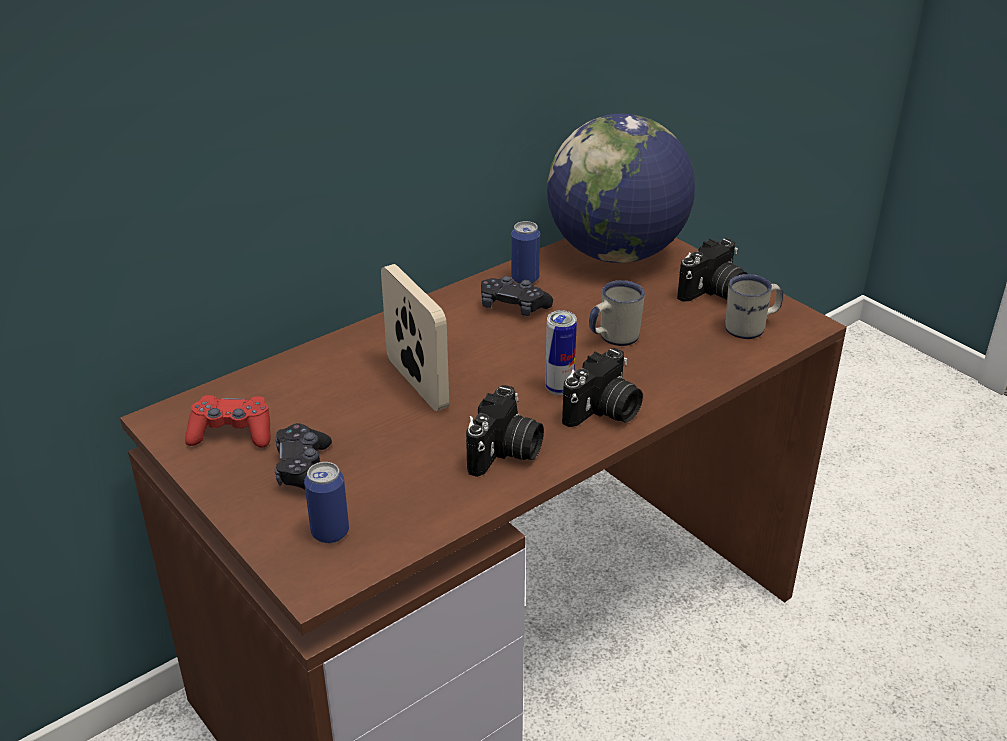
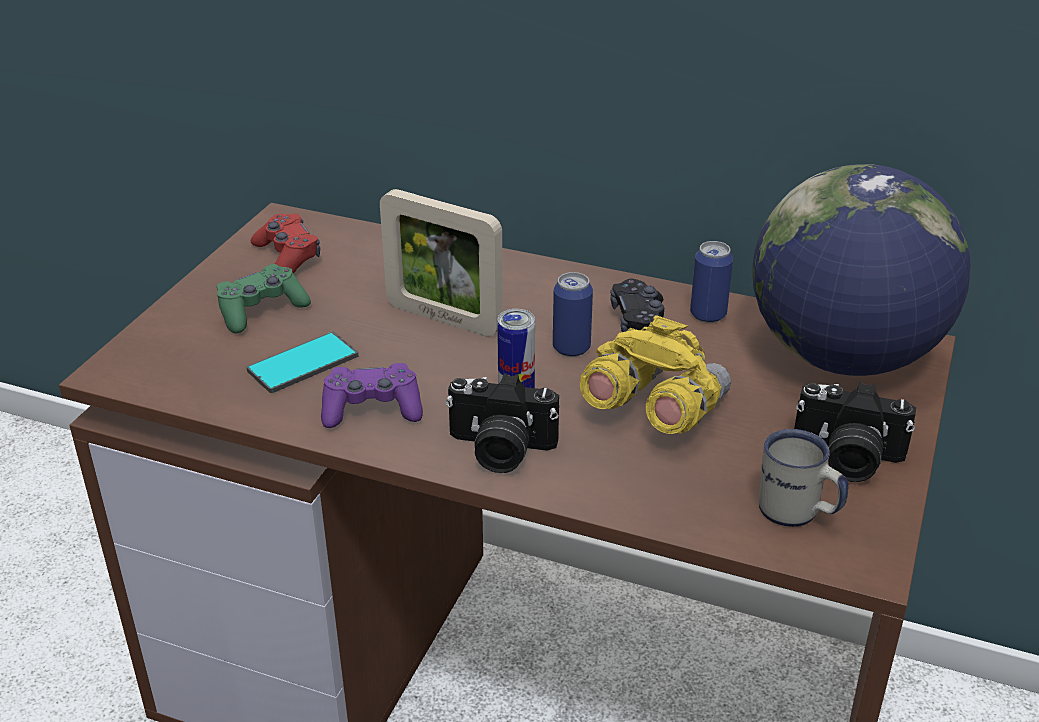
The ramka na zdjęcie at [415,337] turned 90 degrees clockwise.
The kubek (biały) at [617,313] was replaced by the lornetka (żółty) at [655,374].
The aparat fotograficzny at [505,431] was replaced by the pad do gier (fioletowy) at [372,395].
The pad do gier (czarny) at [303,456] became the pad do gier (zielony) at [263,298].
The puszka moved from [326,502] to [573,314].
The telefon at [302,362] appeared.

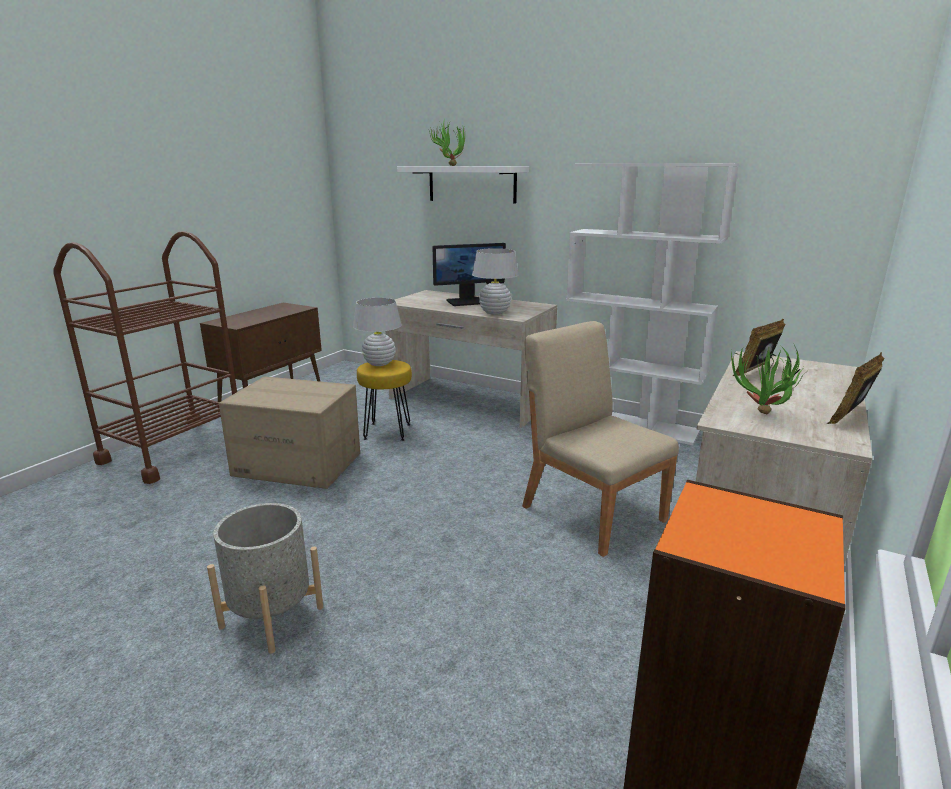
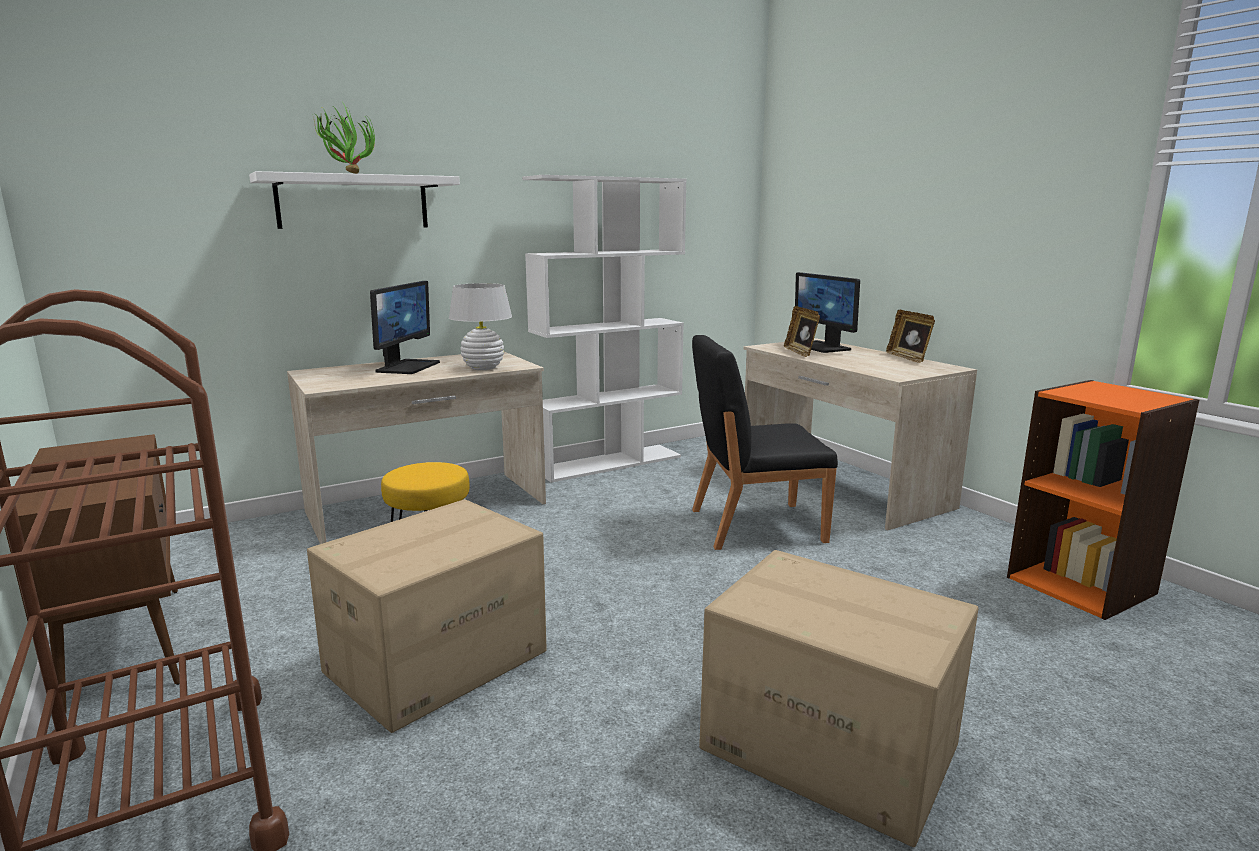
The lampa stołowa (biały) at [377,332] disappeared.
The krzesło (beżowy) at [600,439] became the krzesło (czarny) at [765,442].
The roślina doniczkowa at [768,379] disappeared.
The donica (szary) at [265,578] was replaced by the karton at [839,698].
The monitor at [827,312] appeared.

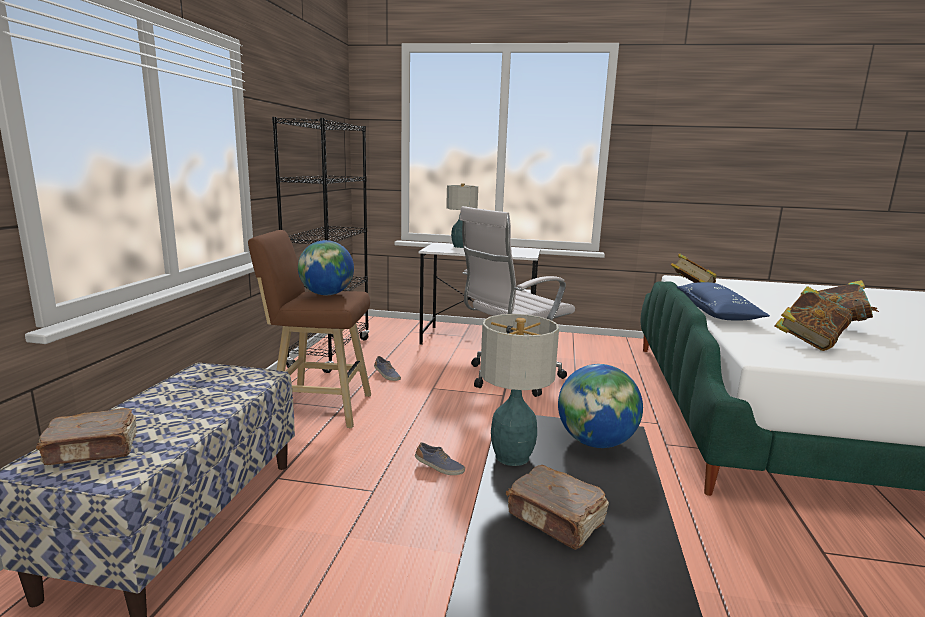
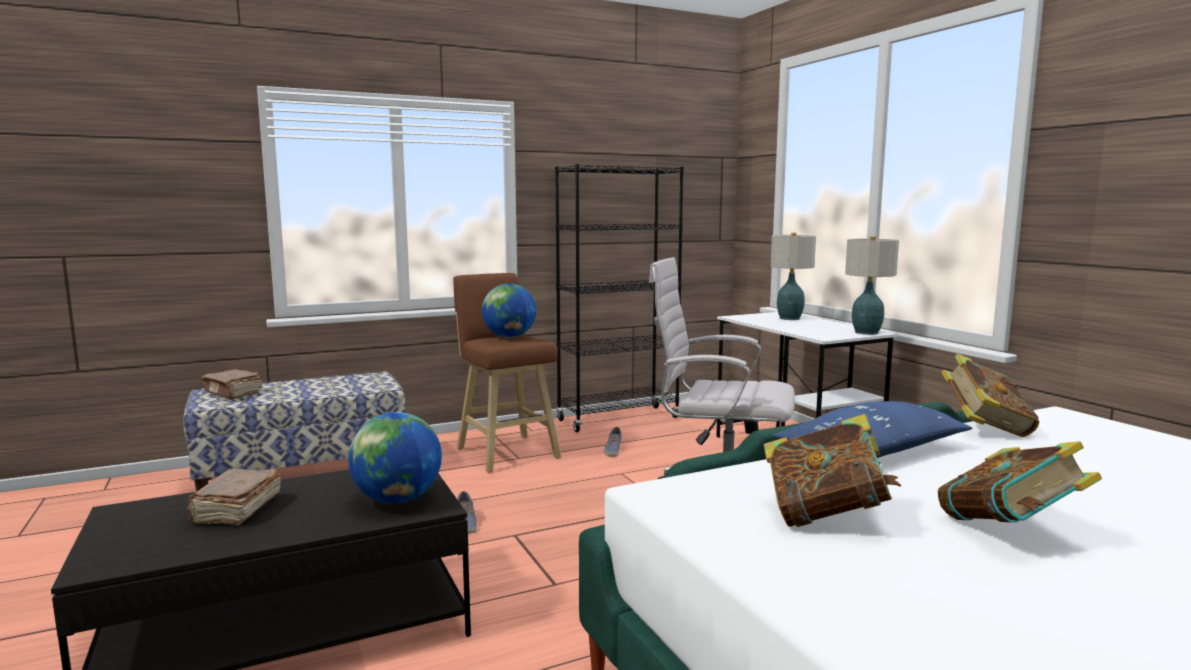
The lampa stołowa moved from [519,390] to [872,285].

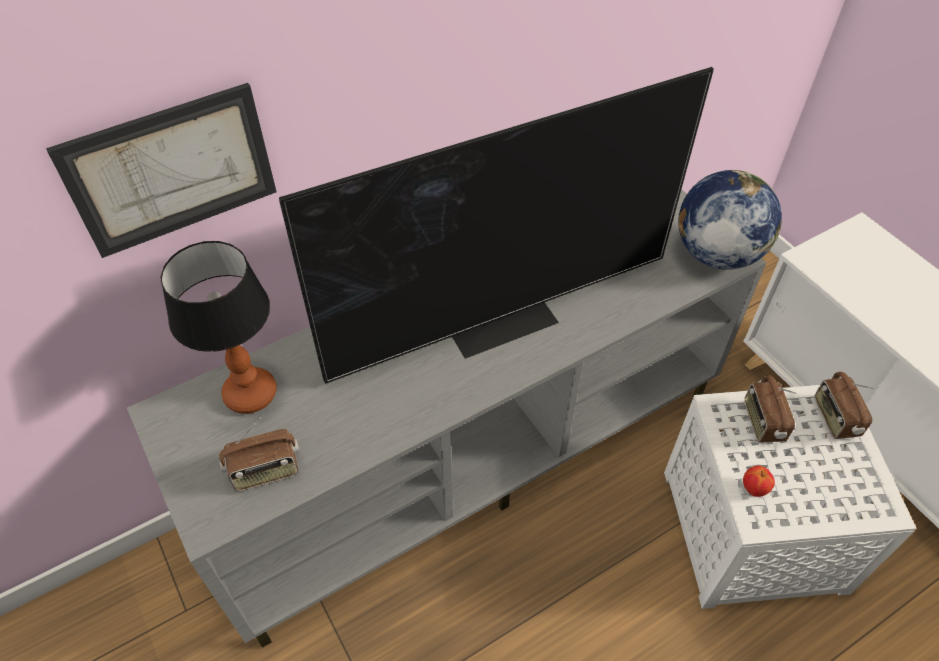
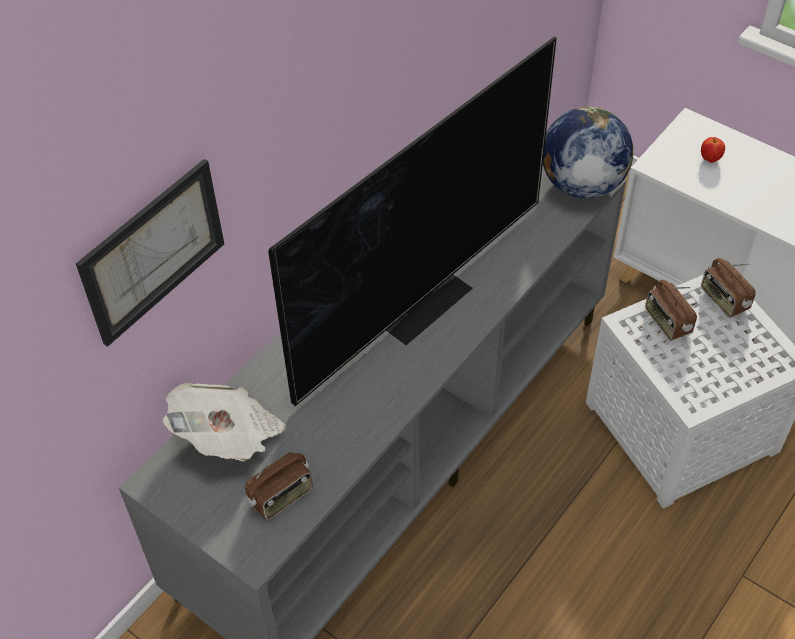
The lampa stołowa at [218,327] was replaced by the gazeta at [224,422].
The jabłko moved from [759,481] to [713,150].

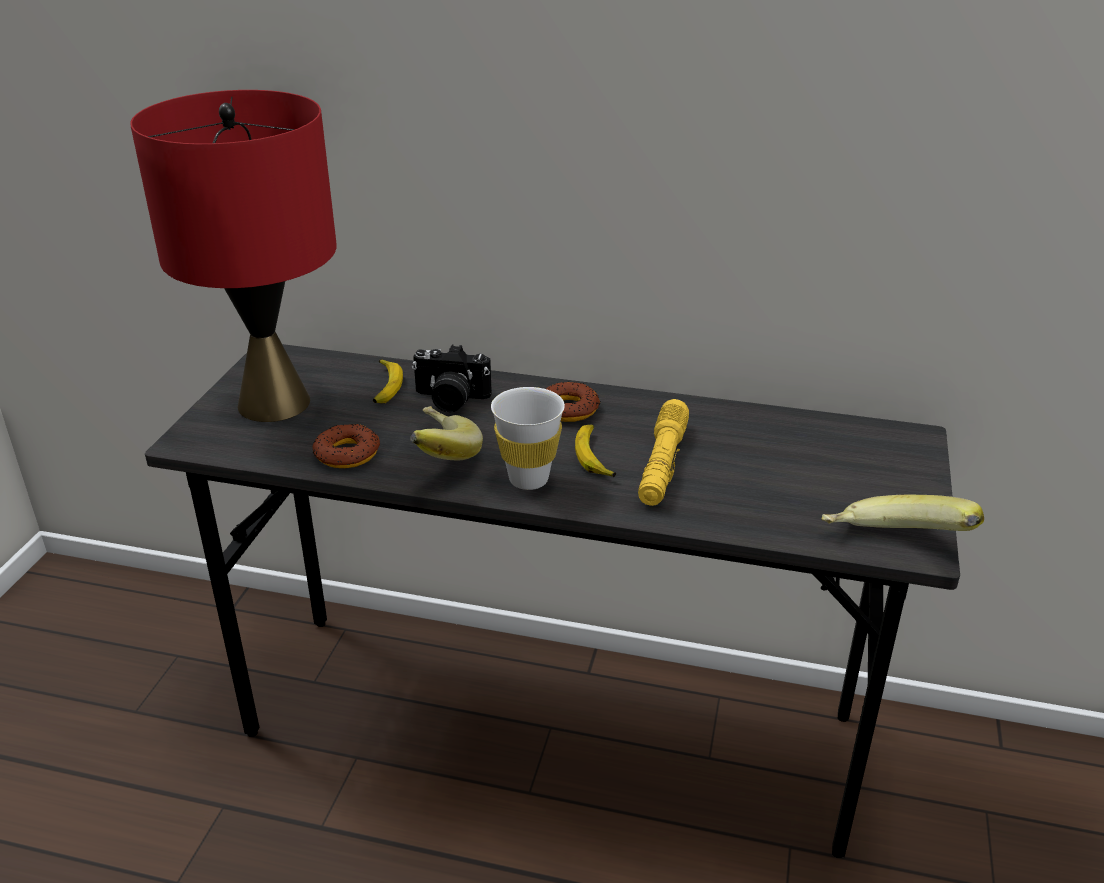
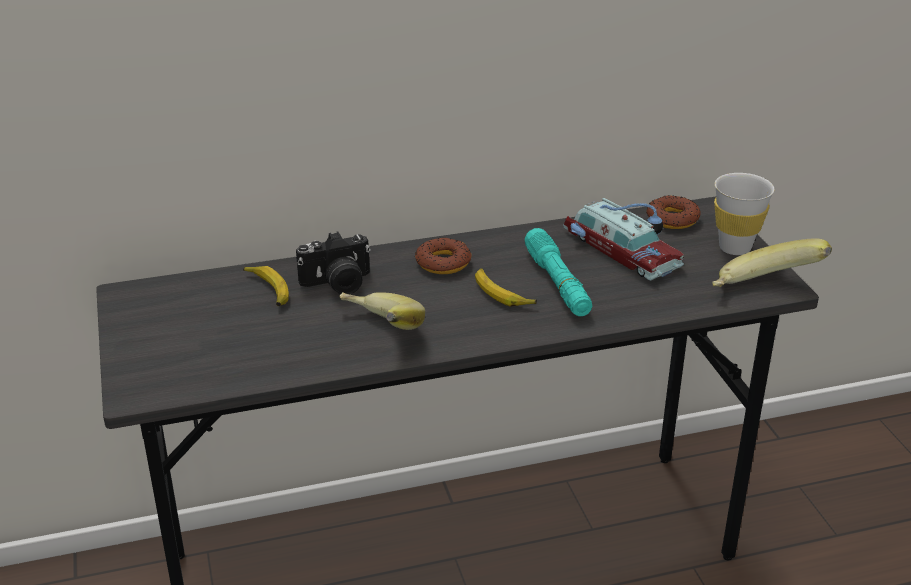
The lampa stołowa (czerwony) at [233,256] disappeared.
The filiżanka (biały) moved from [528,438] to [744,214].
The latarka (żółty) at [663,452] became the latarka (turkusowy) at [558,272].
The donut moved from [346,446] to [673,212].
The samochodzik at [623,239] appeared.

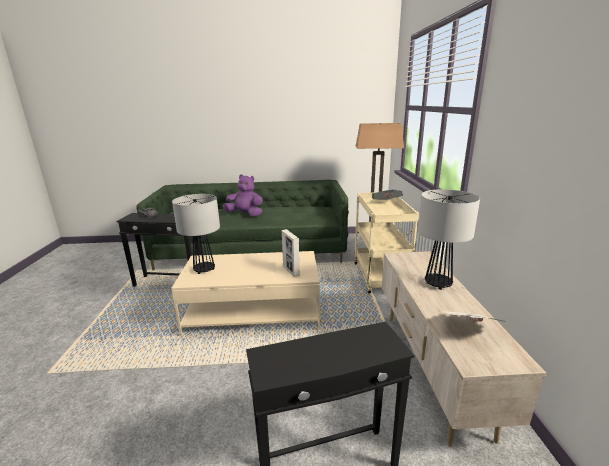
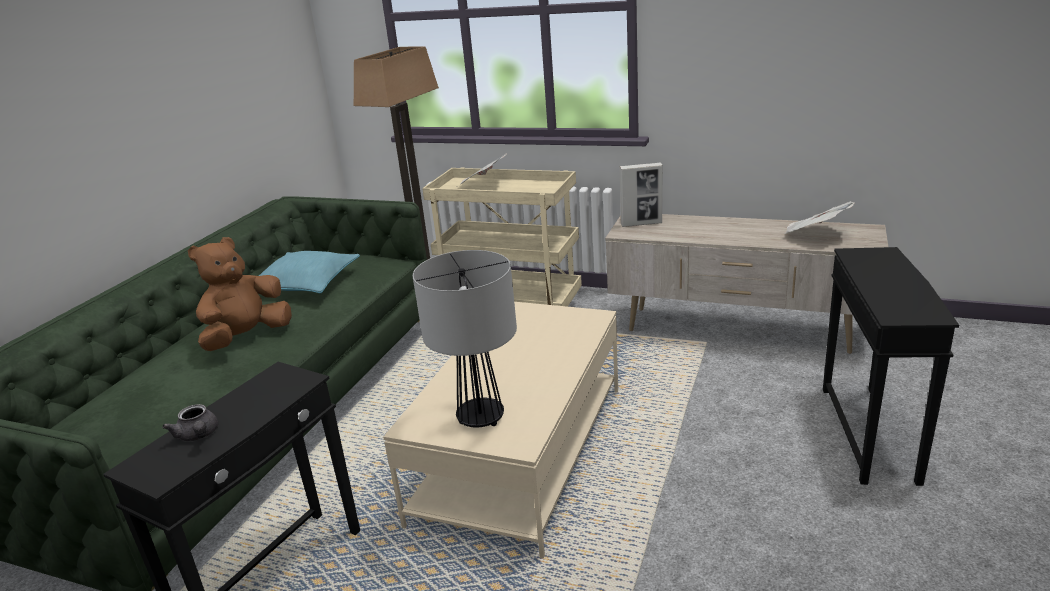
The pluszak (fioletowy) at [243,195] became the pluszak (brązowy) at [240,294].
The lampa stołowa at [449,239] disappeared.
The ramka na zdjęcie moved from [291,253] to [641,195].
The poduszka (turkusowy) at [309,272] appeared.

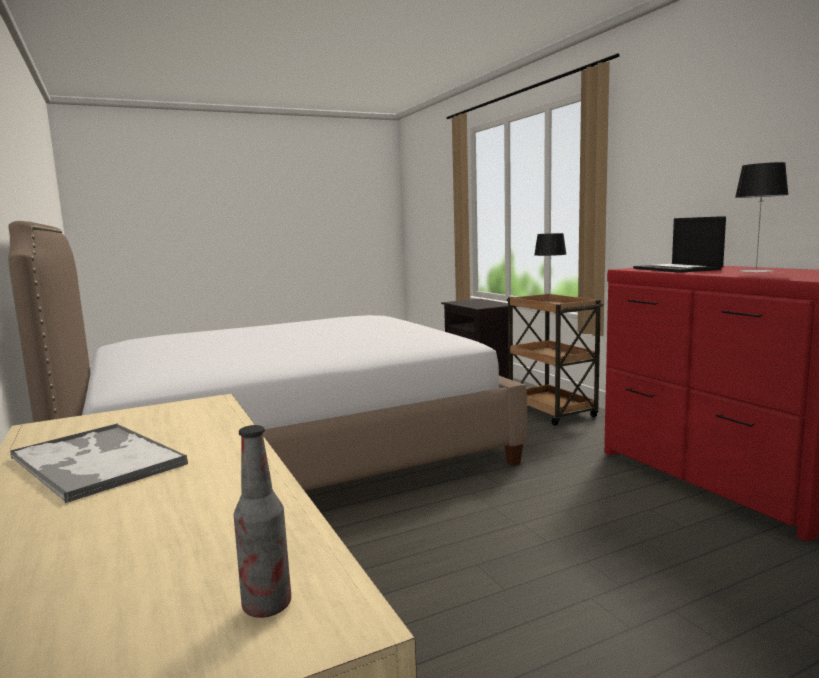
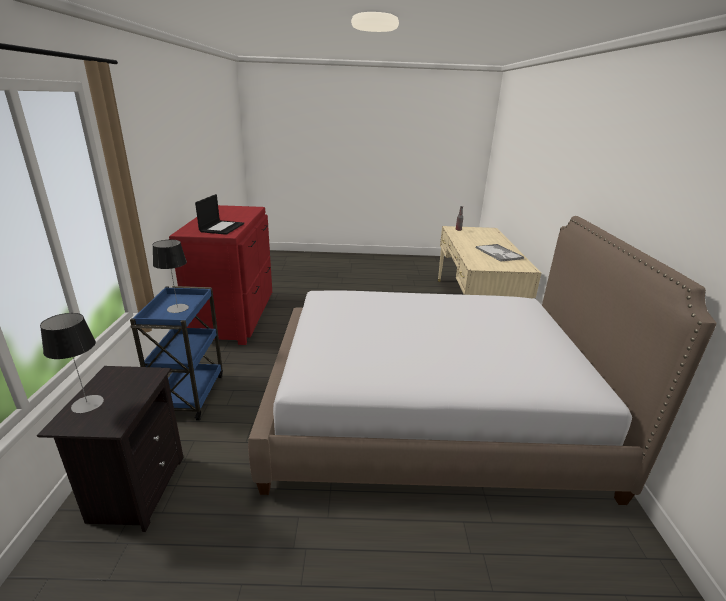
The lampa stołowa moved from [762,217] to [72,363].
The wózek (brązowy) at [555,359] became the wózek (niebieski) at [176,353].

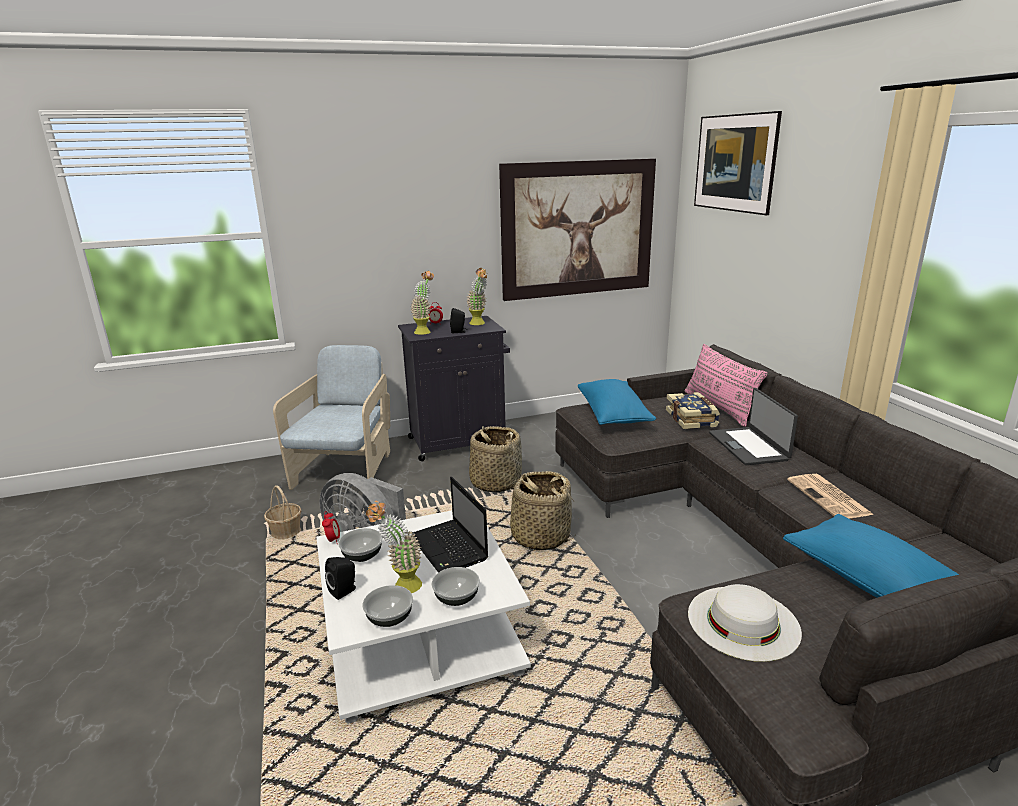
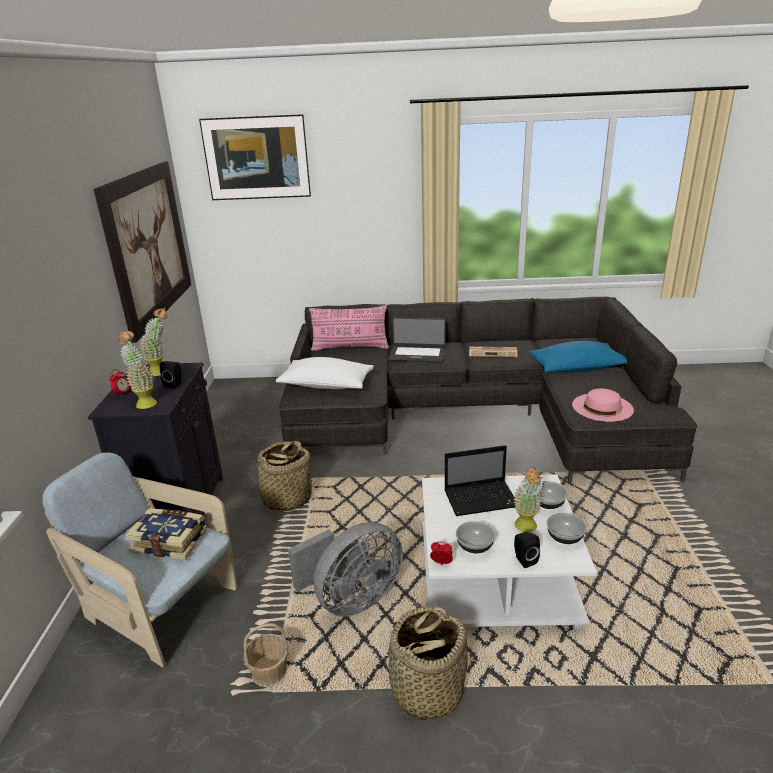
The poduszka (niebieski) at [617,402] became the poduszka (biały) at [325,373].
The książka moved from [693,410] to [166,534].
The koszyk moved from [539,511] to [426,663].
The kapelusz (biały) at [745,623] became the kapelusz (różowy) at [603,405].

